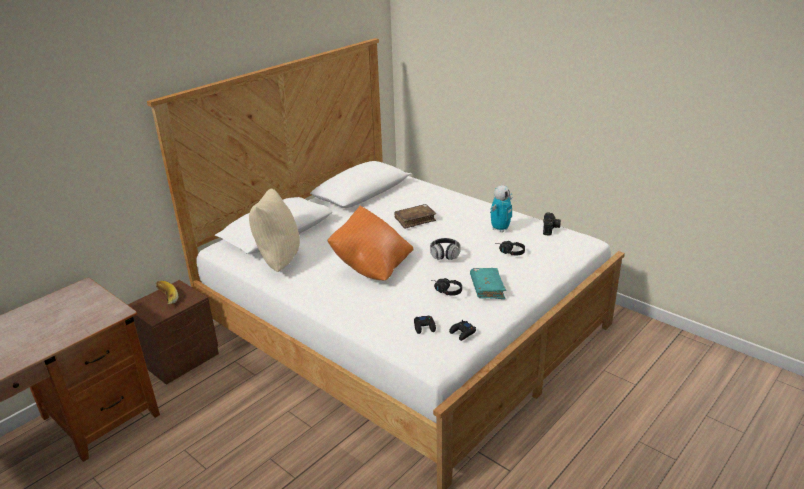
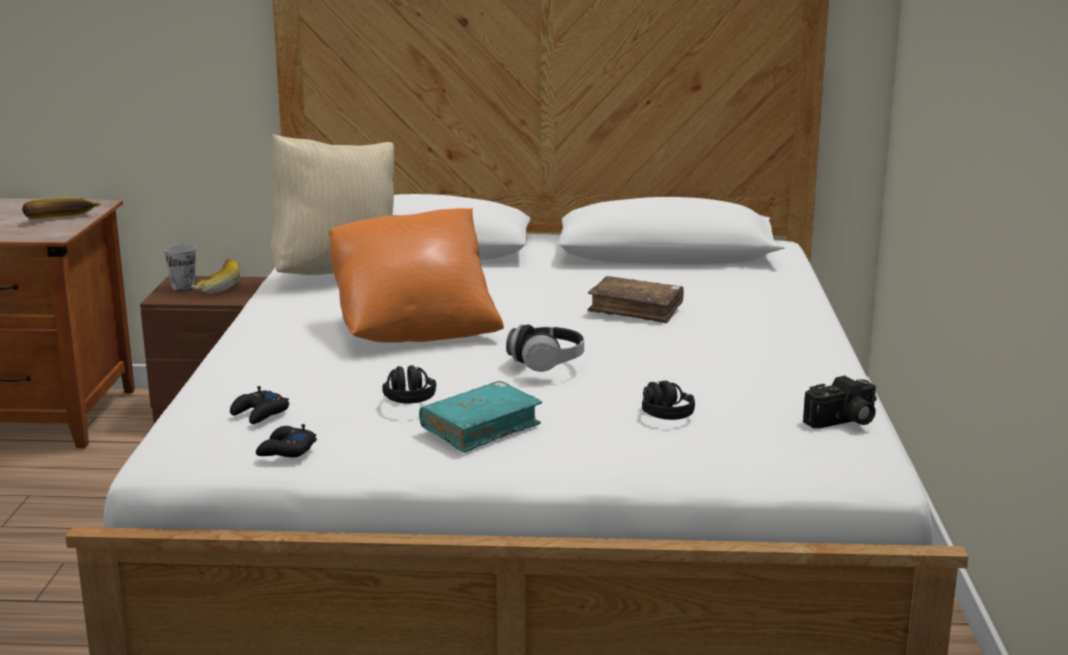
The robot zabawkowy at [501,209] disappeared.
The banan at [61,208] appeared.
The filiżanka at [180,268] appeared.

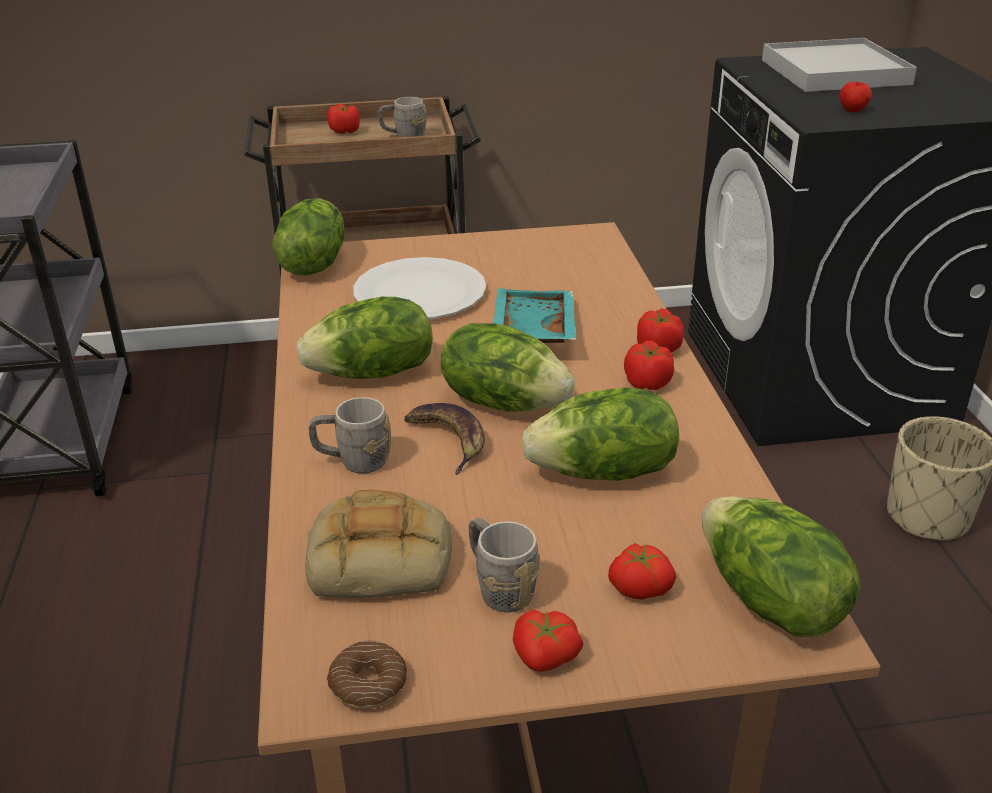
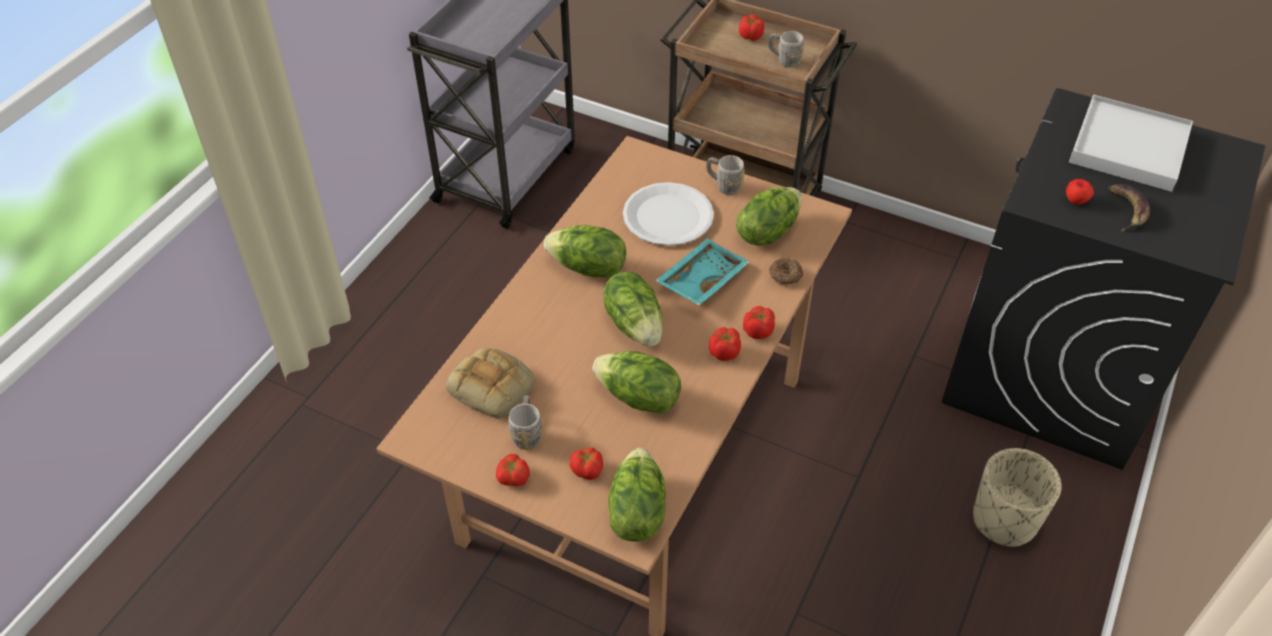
The sałata moved from [308,237] to [769,216].
The kubek (szary) moved from [350,435] to [725,175].
The banan moved from [444,439] to [1129,208].
The donut moved from [367,675] to [786,272].

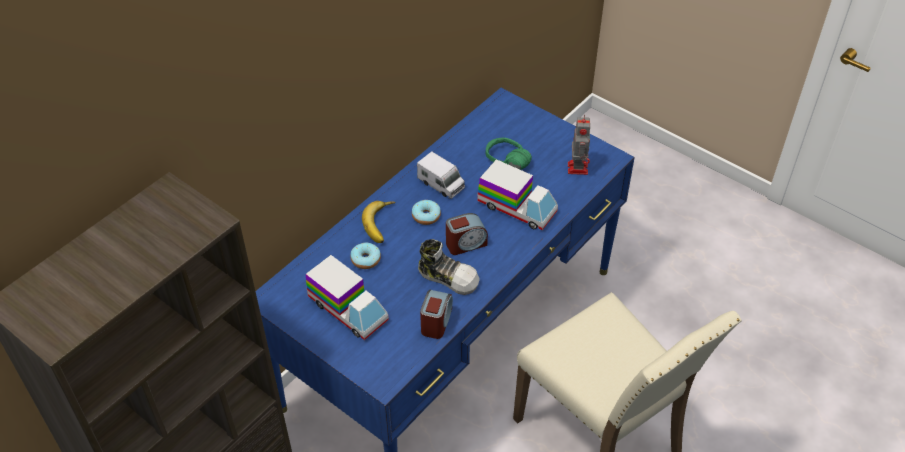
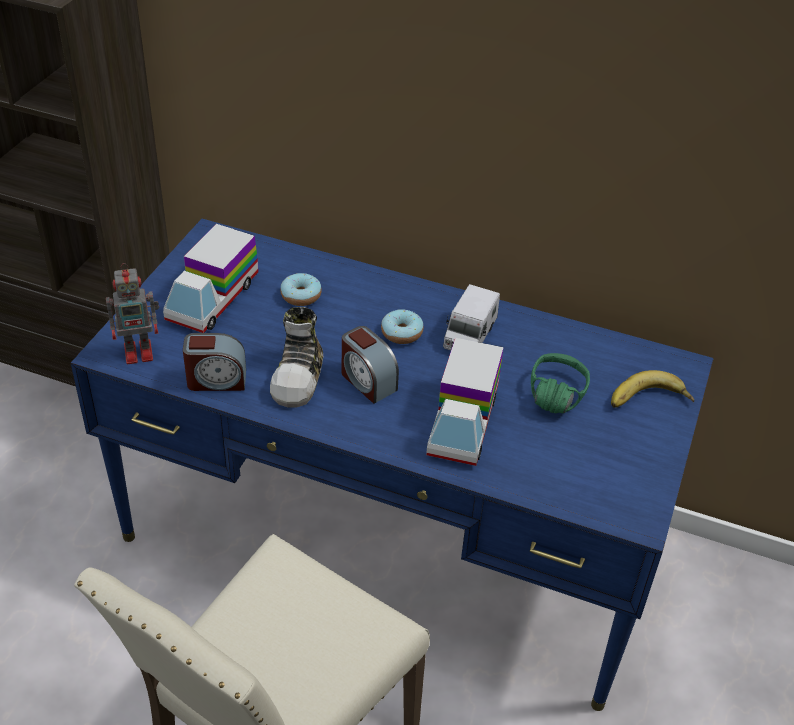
The robot zabawkowy moved from [579,144] to [132,313].
The banan moved from [379,222] to [652,389].

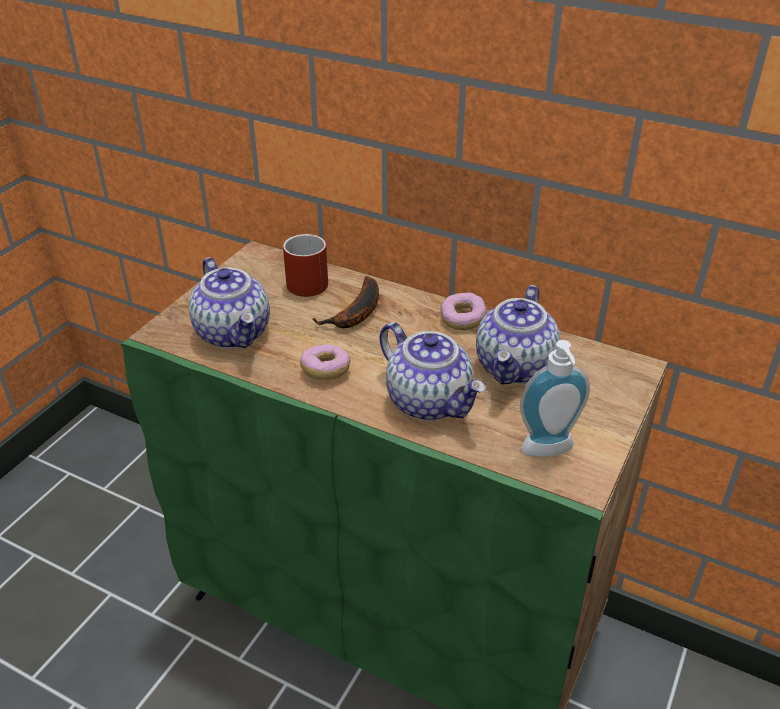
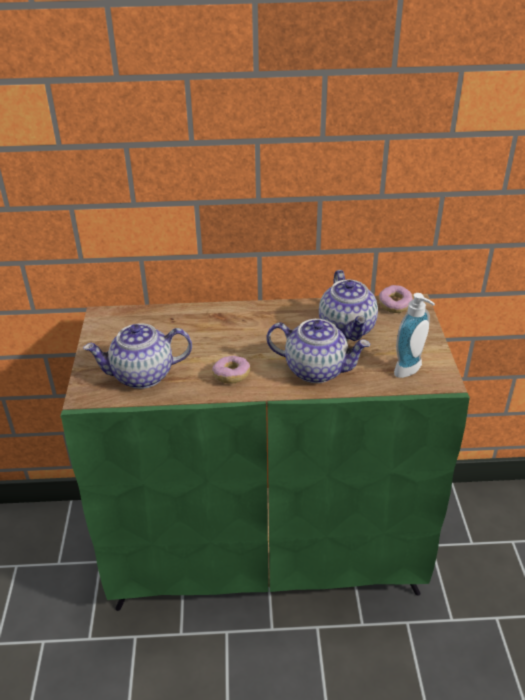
The kubek (czerwony) at [305,265] disappeared.
The imbryk at [229,303] turned 135 degrees clockwise.
The banan at [346,302] disappeared.
The donut moved from [463,311] to [396,299].

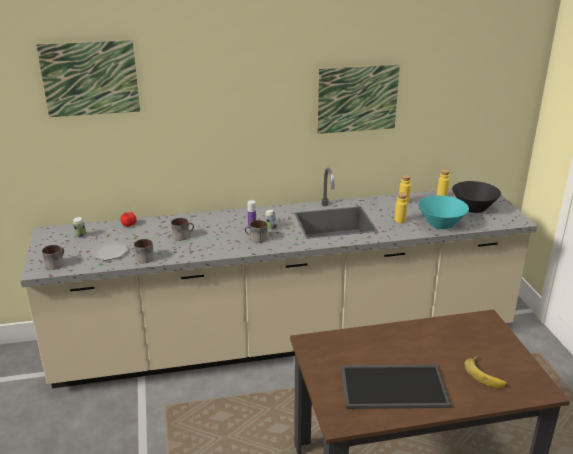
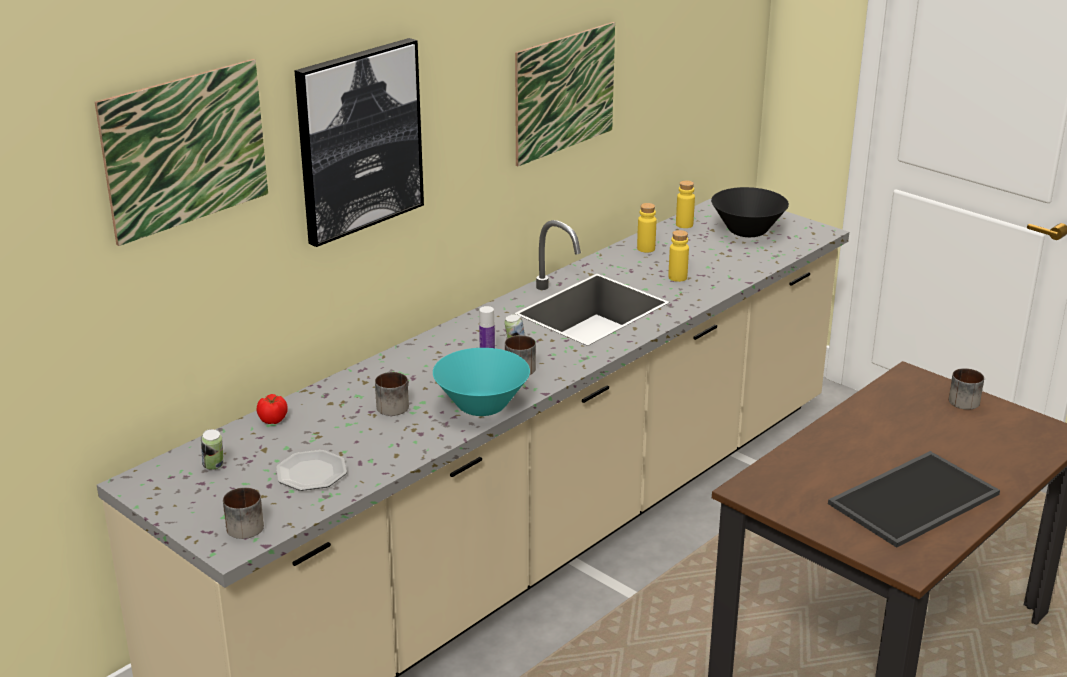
The miska (turkusowy) moved from [443,212] to [481,382].
The kubek moved from [144,251] to [966,389].
The banan at [485,371] disappeared.
The obraz at [359,142] appeared.

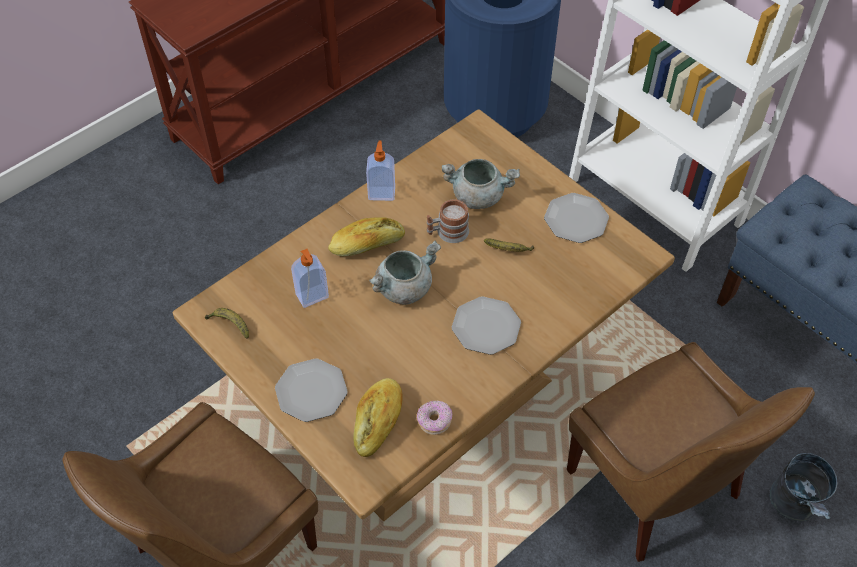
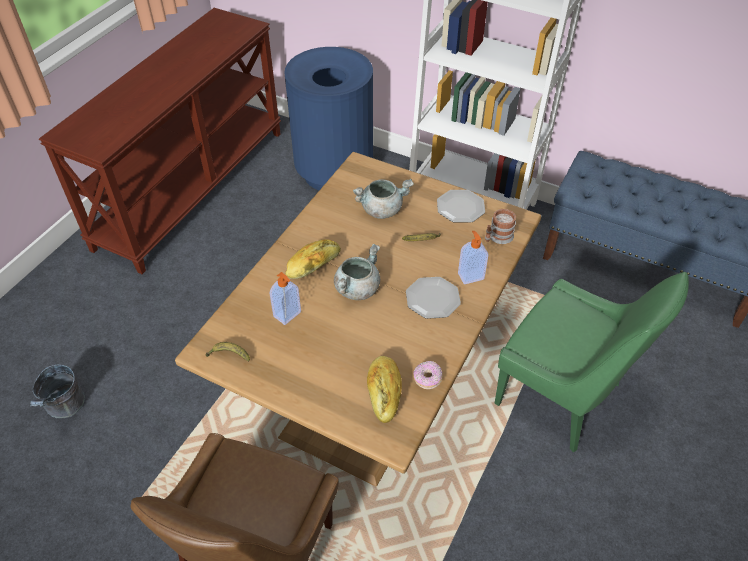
The dozownik mydła moved from [380,170] to [473,257].
The kubek moved from [448,221] to [500,226].
The krzesło (brązowy) at [691,452] became the krzesło (zielony) at [592,362].
The talerz at [311,390] disappeared.
The wiadro (szary) moved from [804,487] to [57,391].

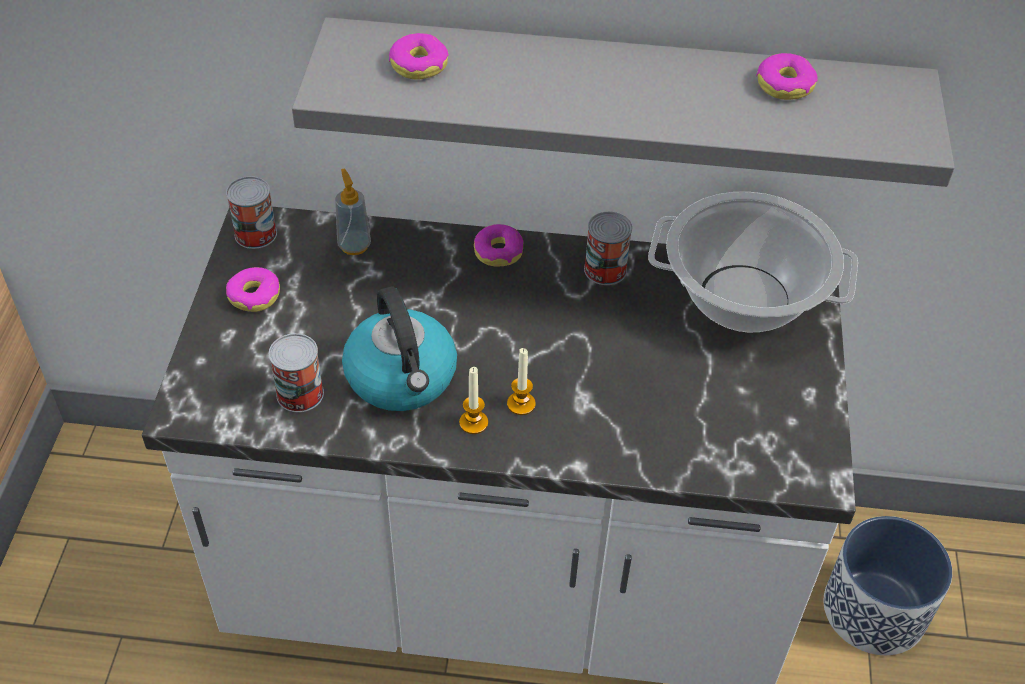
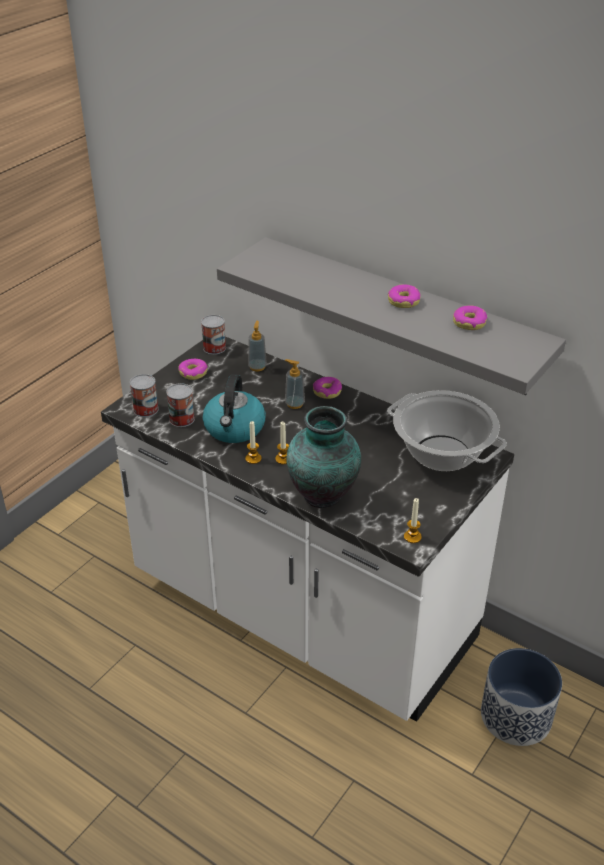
The donut moved from [419,56] to [404,296].
The puszka moved from [608,248] to [144,395].
The dozownik mydła at [295,384] appeared.
The wazon at [323,457] appeared.
The świeca at [413,520] appeared.

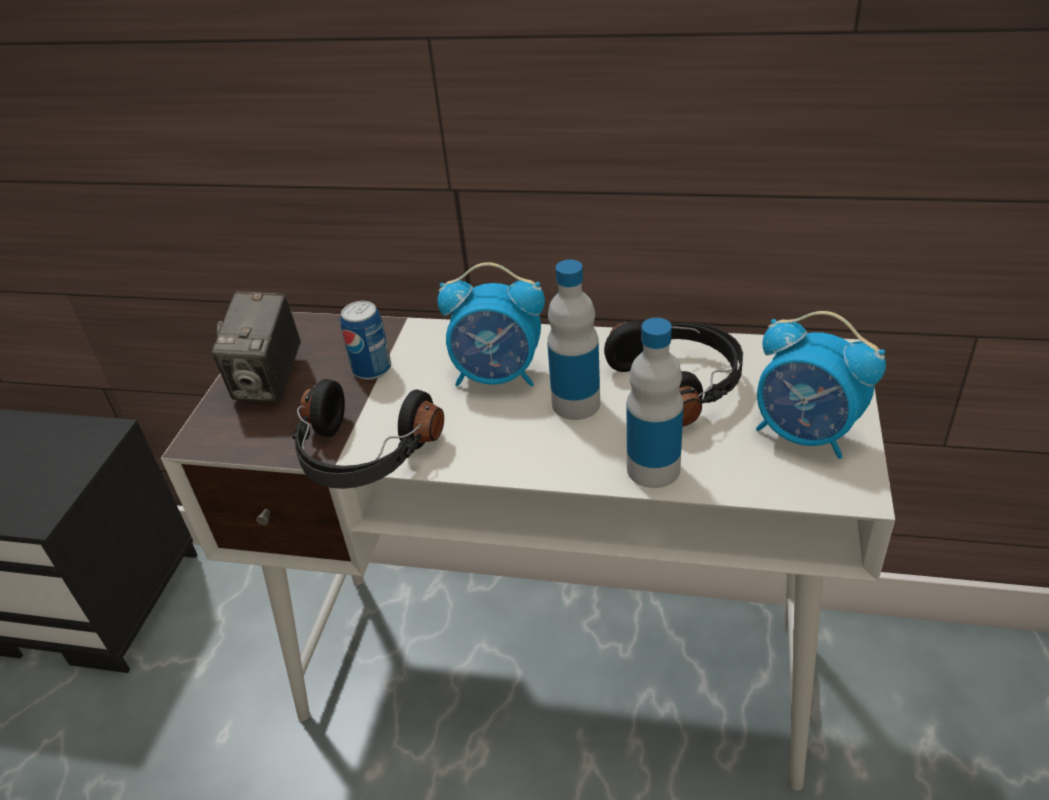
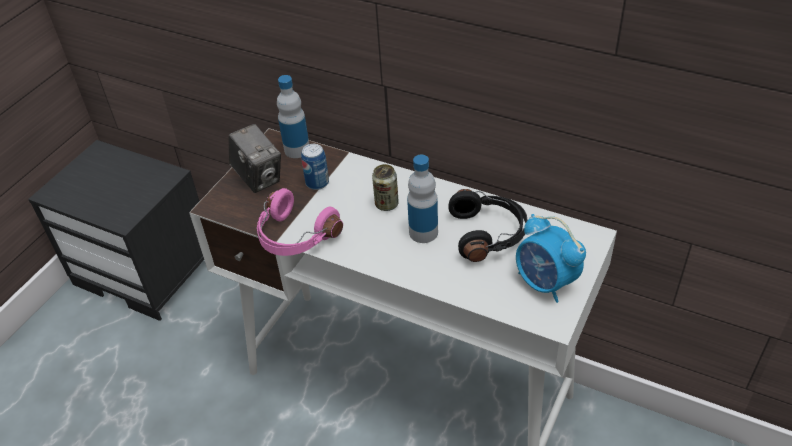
The budzik at [491,324] was replaced by the puszka at [385,187].
The aparat fotograficzny at [256,346] turned 60 degrees counterclockwise.
The butelka moved from [655,403] to [293,116].
The słuchawki (czarny) at [368,434] became the słuchawki (różowy) at [300,222].

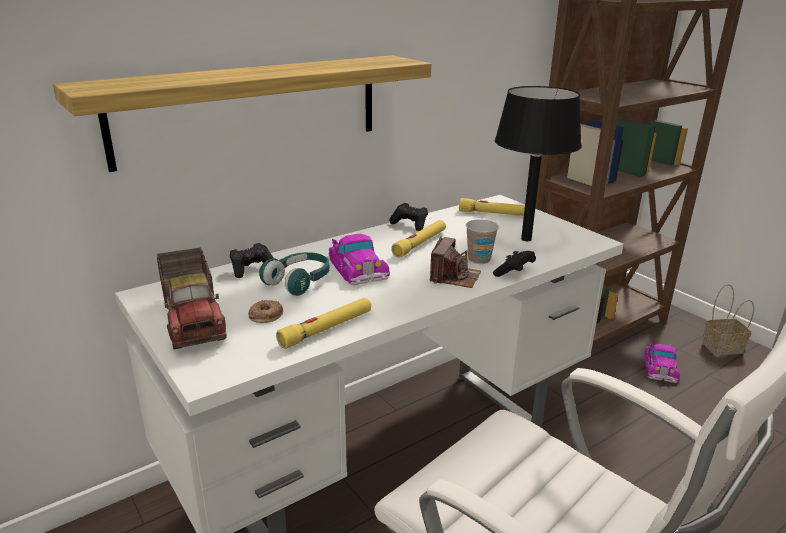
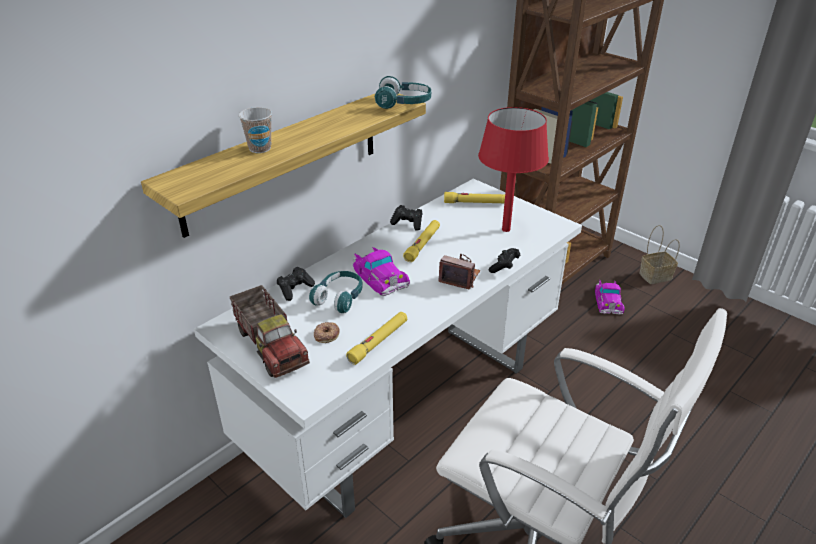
The lampa stołowa (czarny) at [538,163] became the lampa stołowa (czerwony) at [513,169].
The filiżanka moved from [482,241] to [255,130].
The aparat fotograficzny at [455,262] turned 75 degrees counterclockwise.
The słuchawki (turkusowy) at [403,92] appeared.

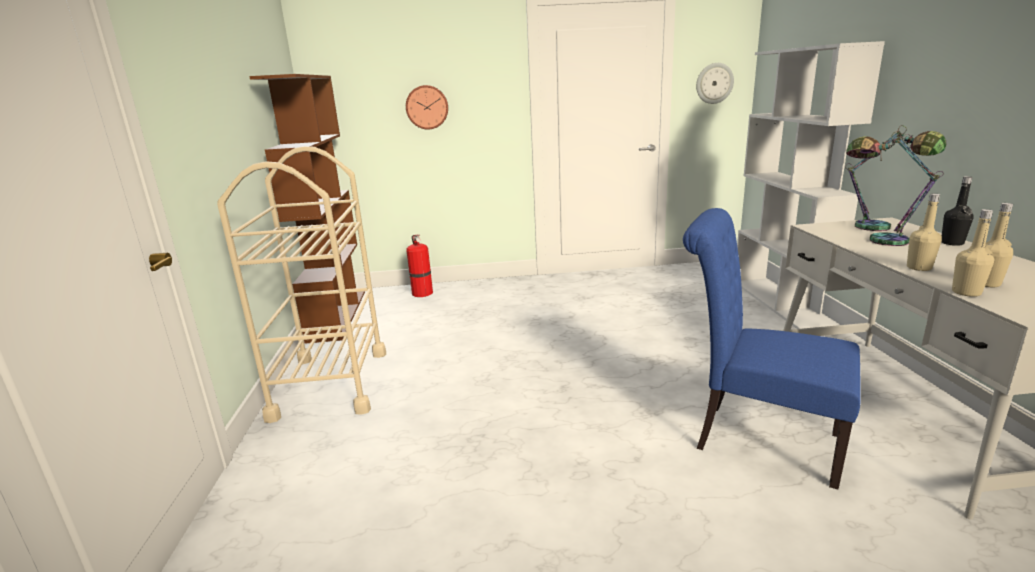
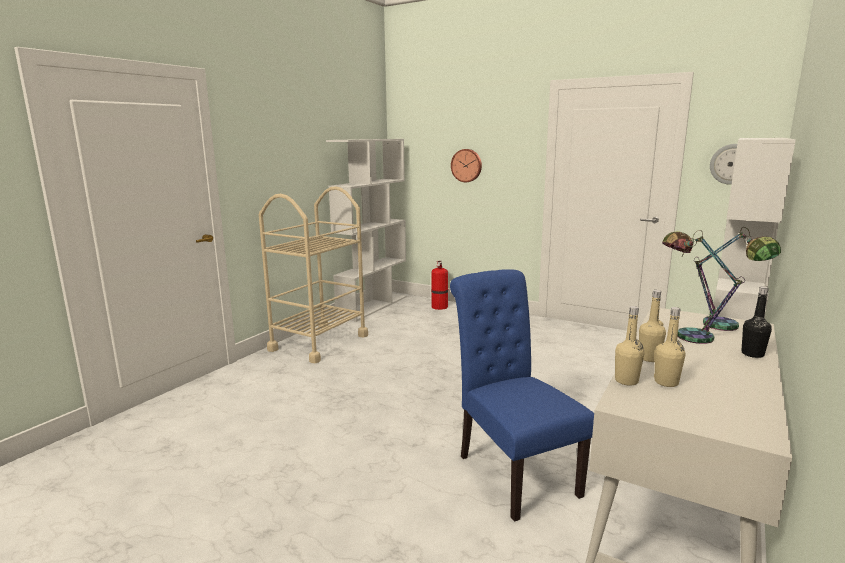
The regał (brązowy) at [307,209] became the regał (biały) at [366,230].

